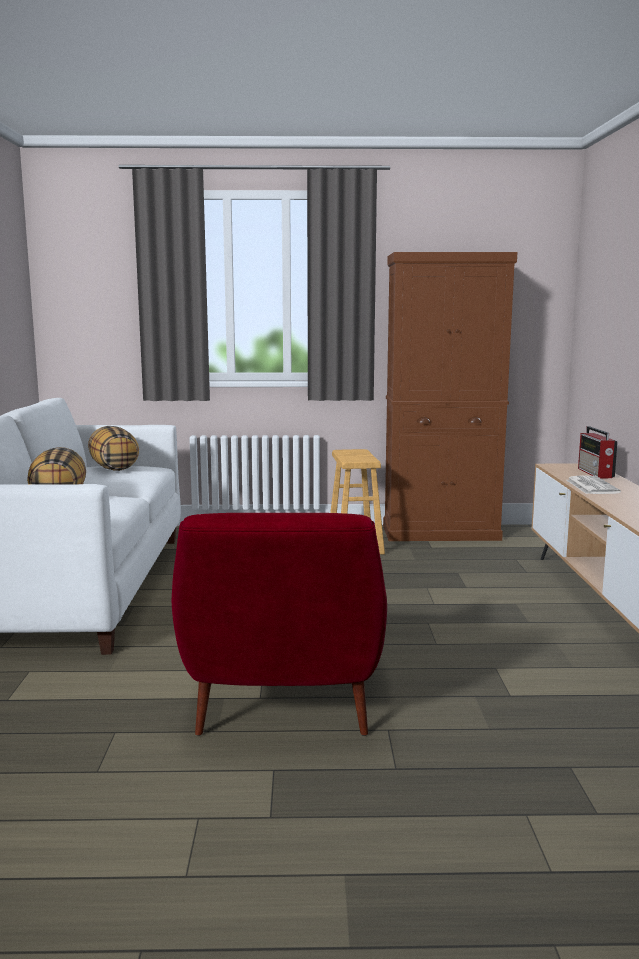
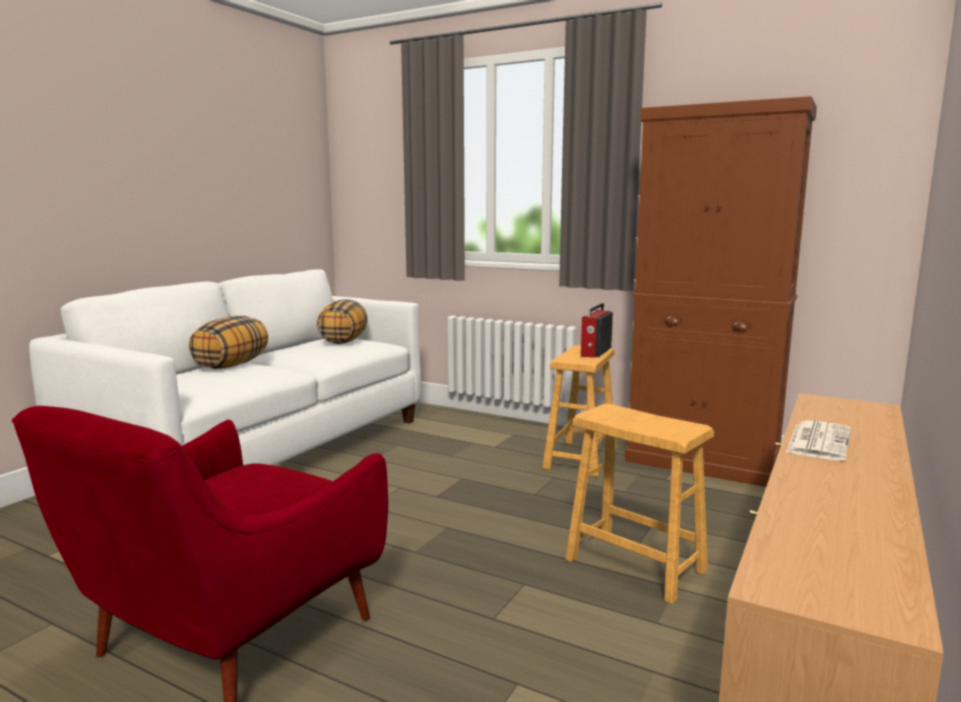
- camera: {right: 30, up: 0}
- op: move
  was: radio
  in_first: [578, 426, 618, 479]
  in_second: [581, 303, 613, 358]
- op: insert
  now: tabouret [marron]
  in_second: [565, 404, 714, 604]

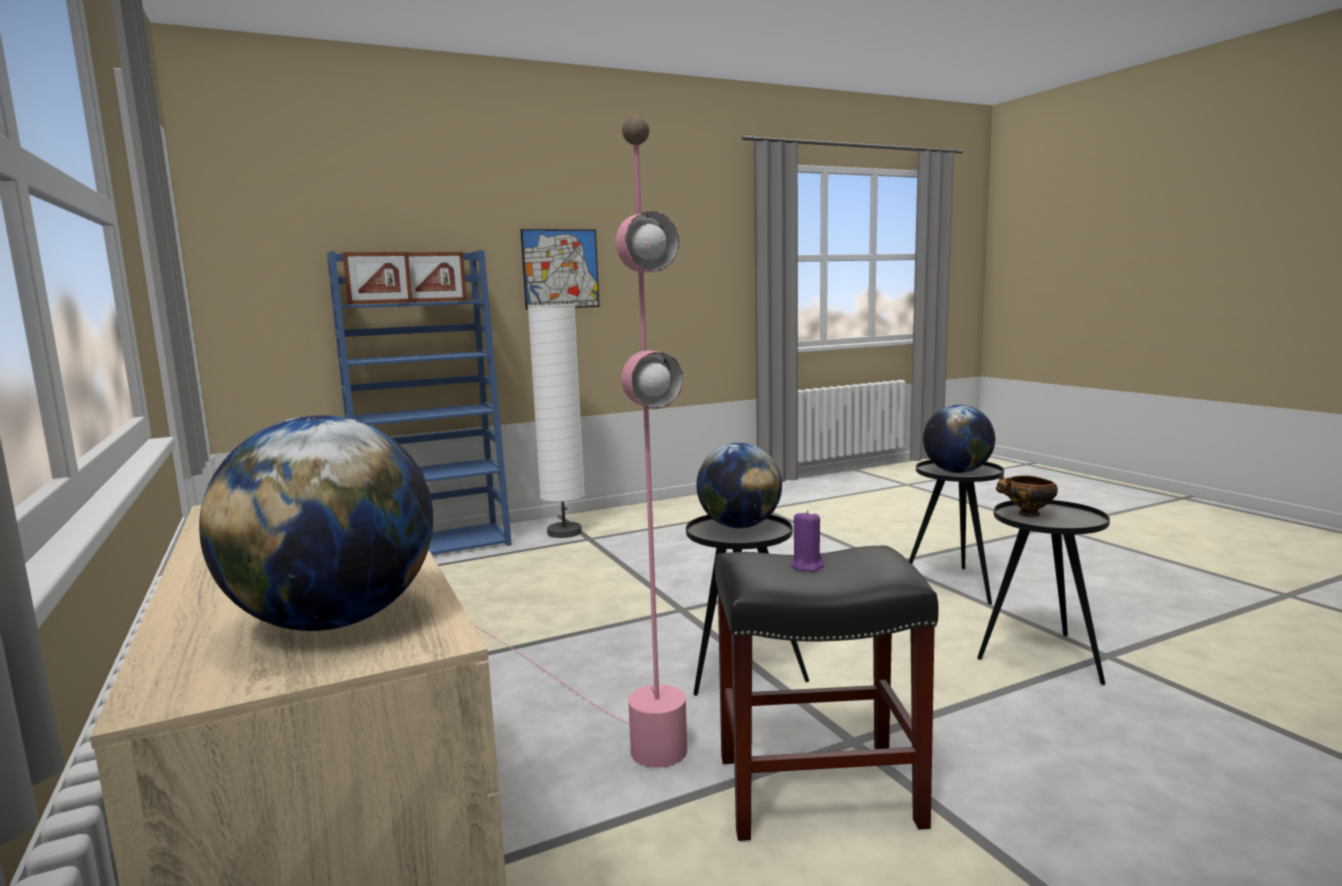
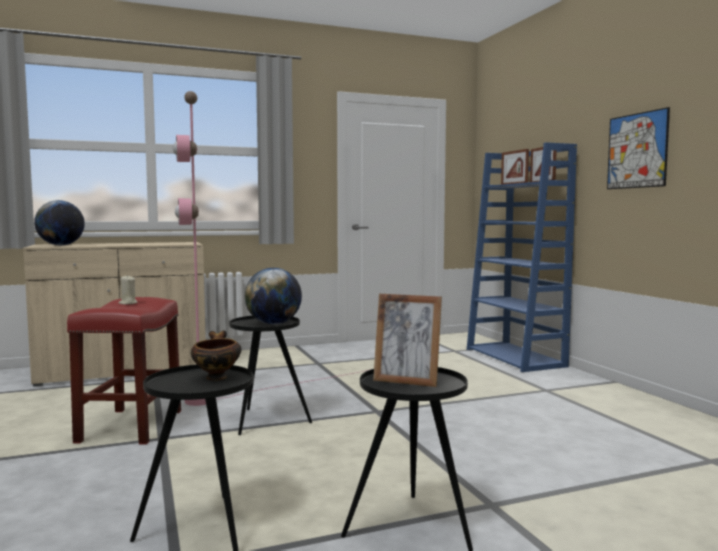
- camera: {right: 95, up: -5}
- op: delete
  was: lampadaire [blanc]
  in_first: [528, 304, 585, 538]
- op: recolor
  was: tabouret [noir]
  now: tabouret [rouge]
  in_first: [715, 546, 939, 841]
  in_second: [67, 297, 181, 445]
- op: recolor
  was: bougie [violet]
  now: bougie [beige]
  in_first: [790, 510, 824, 572]
  in_second: [119, 275, 138, 305]
- op: replace
  was: globe
  now: cadre photo
  in_first: [923, 405, 995, 473]
  in_second: [373, 294, 442, 387]

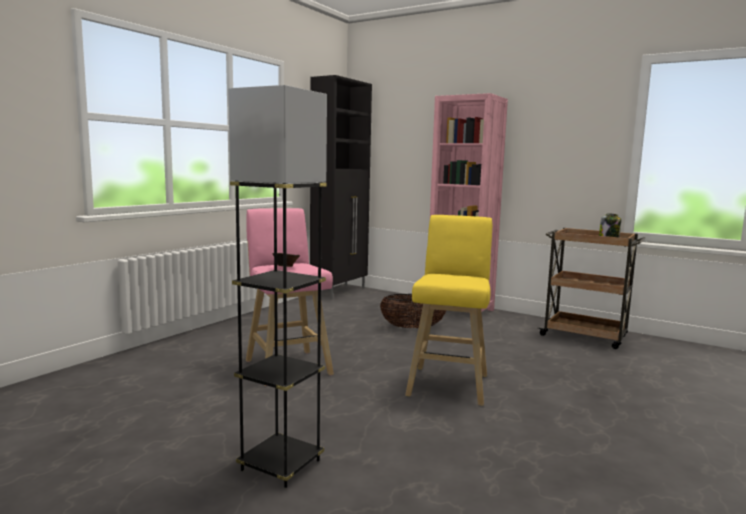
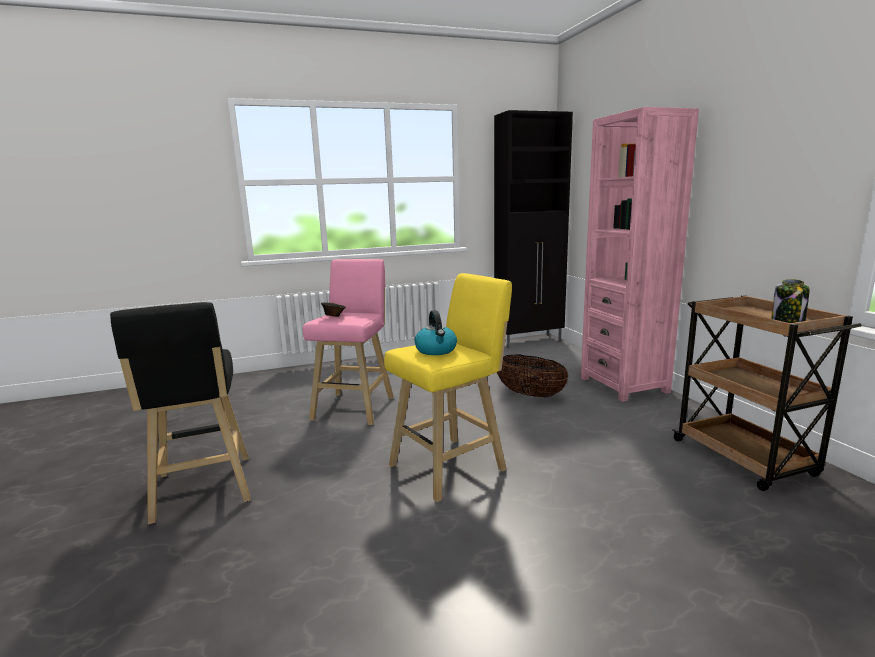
- camera: {right: 40, up: 5}
- op: replace
  was: lampadaire [gris]
  now: tabouret [noir]
  in_first: [228, 85, 327, 488]
  in_second: [110, 302, 251, 524]
- op: insert
  now: bouilloire
  in_second: [415, 310, 457, 355]

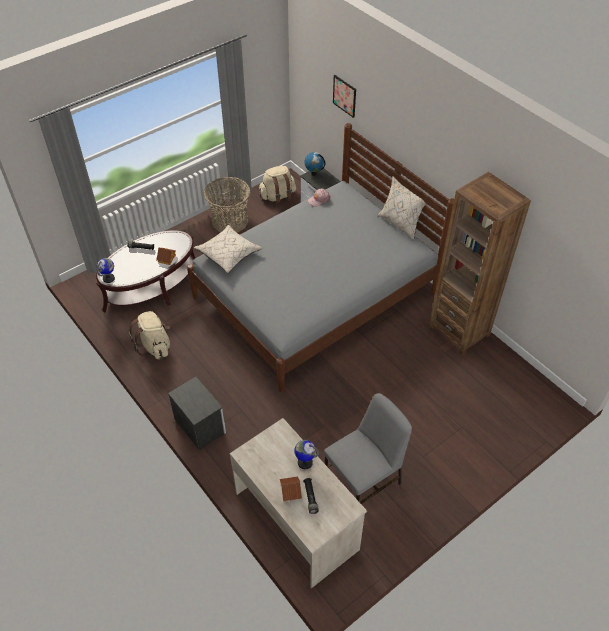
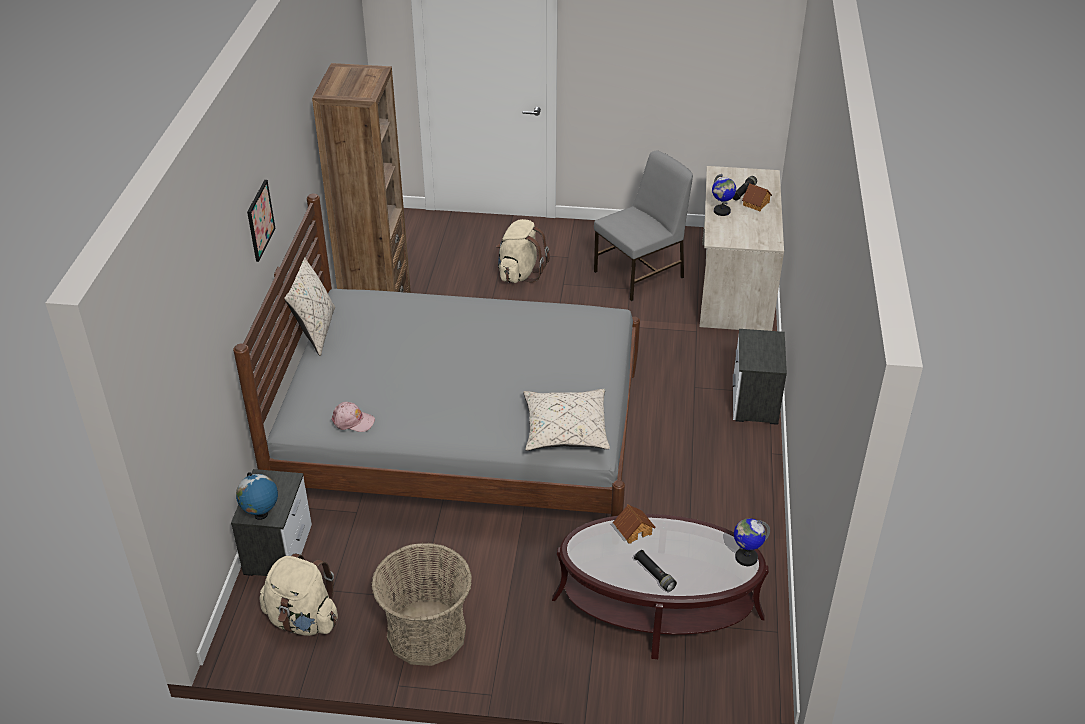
- camera: {right: -135, up: -10}
- op: move
  was: sac à dos [beige]
  in_first: [129, 311, 170, 359]
  in_second: [496, 219, 550, 283]
- op: rotate
  was: chaise [gris]
  in_first: [324, 393, 412, 504]
  in_second: [594, 150, 693, 301]
  clockwise: 135
- op: move
  was: tableau
  in_first: [333, 75, 356, 118]
  in_second: [247, 180, 275, 262]

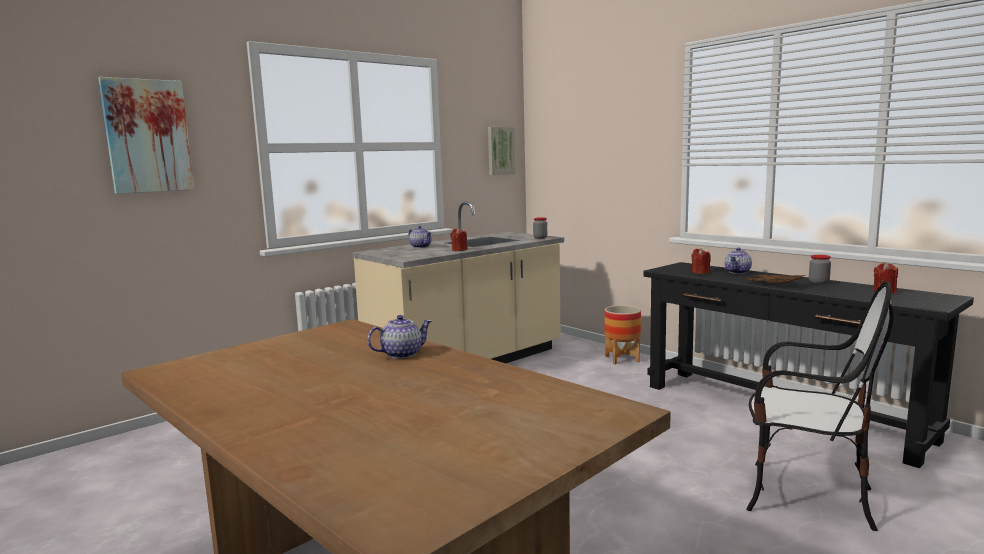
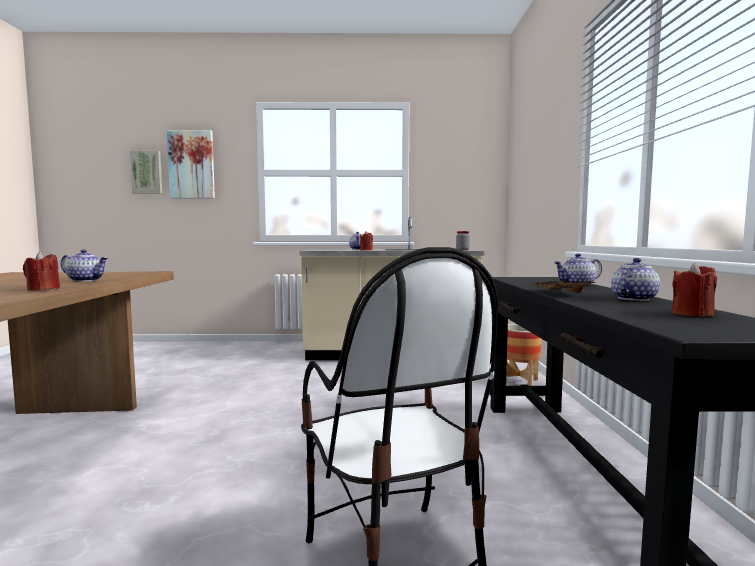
- camera: {right: 40, up: -5}
- op: move
  was: tableau
  in_first: [488, 127, 516, 175]
  in_second: [130, 150, 162, 194]
- op: move
  was: bougie [rouge]
  in_first: [691, 248, 711, 274]
  in_second: [23, 252, 60, 291]
- op: replace
  was: bocal
  now: théière
  in_first: [809, 255, 831, 284]
  in_second: [611, 258, 660, 301]

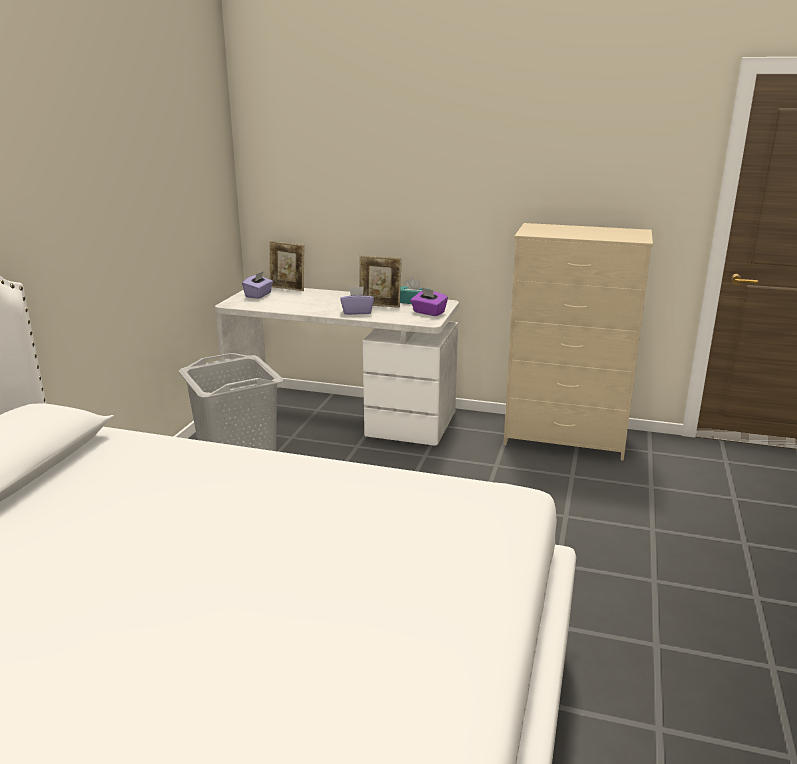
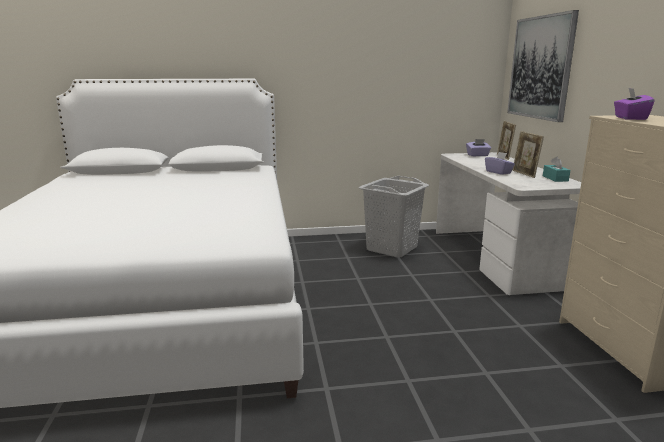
- camera: {right: 65, up: -5}
- op: move
  was: boîte à mouchoirs [violet]
  in_first: [411, 288, 448, 316]
  in_second: [614, 88, 654, 120]
- op: insert
  now: tableau
  in_second: [507, 10, 579, 122]

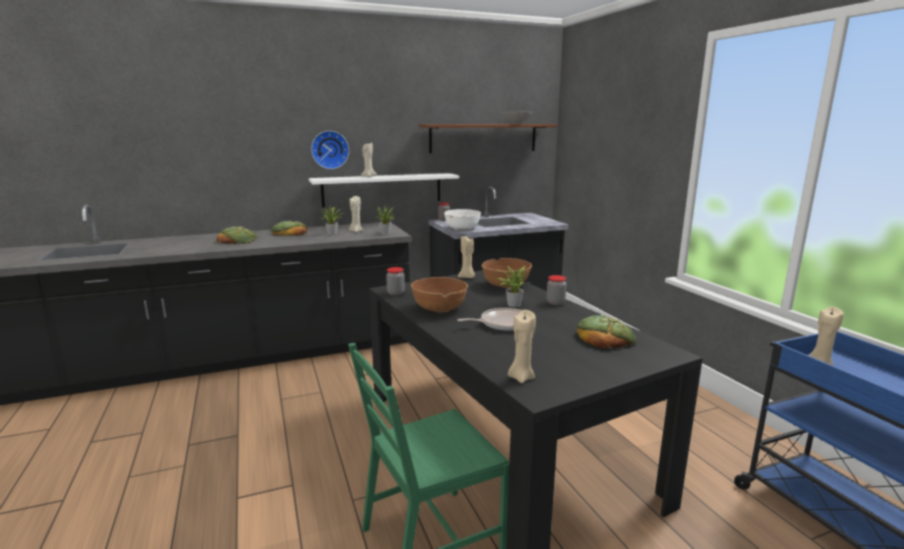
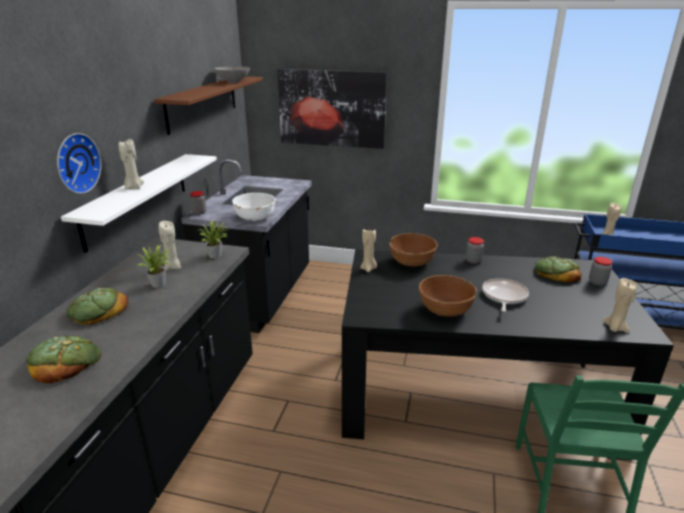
- camera: {right: -55, up: 10}
- op: move
  was: bocal
  in_first: [386, 267, 405, 296]
  in_second: [589, 257, 613, 286]
- op: delete
  was: plante en pot
  in_first: [497, 266, 529, 307]
- op: insert
  now: tableau
  in_second: [277, 69, 387, 149]

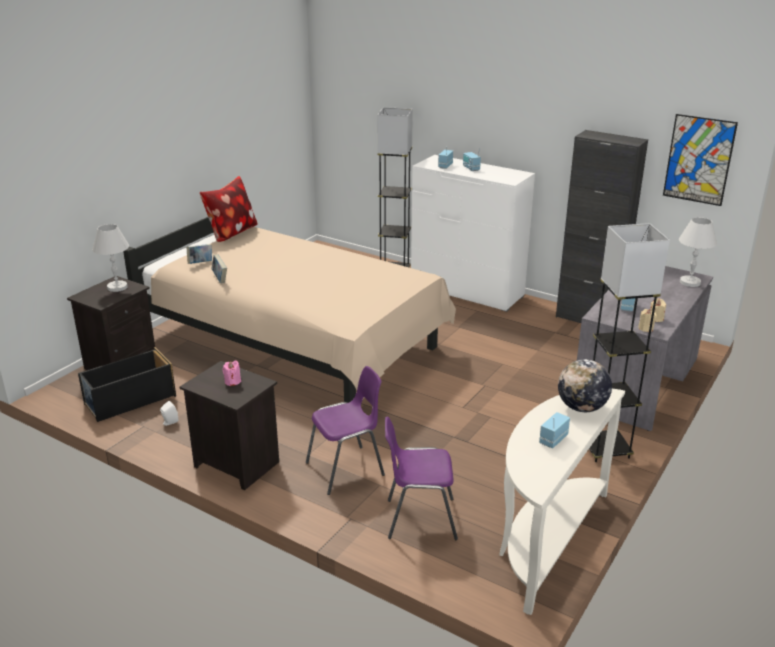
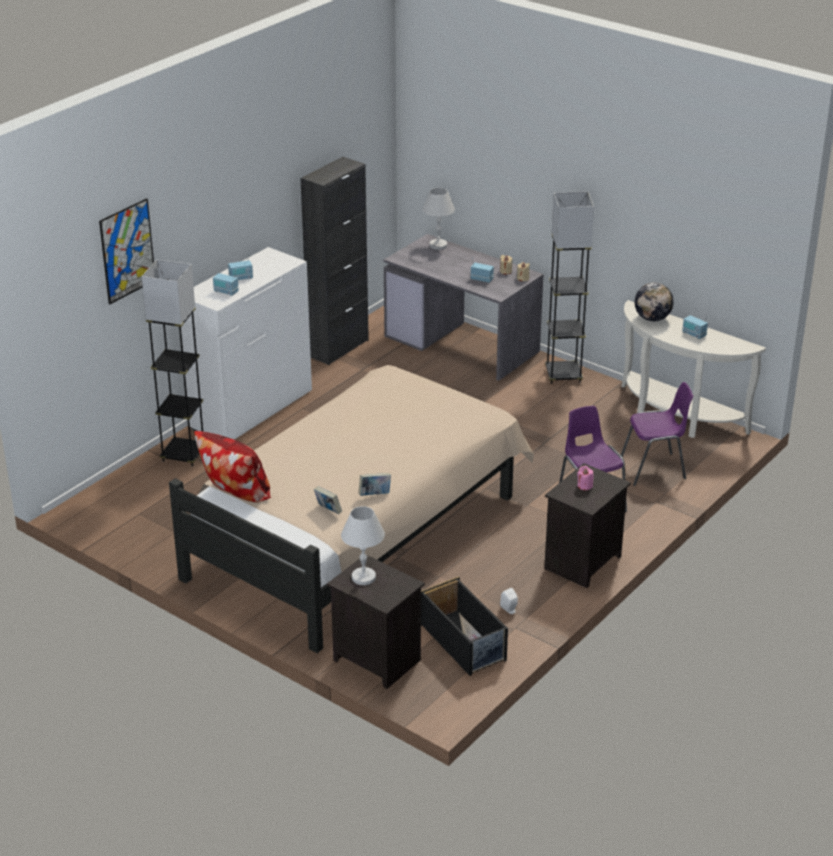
- camera: {right: -85, up: 5}
- op: rotate
  was: chaise [violet]
  in_first: [385, 417, 458, 540]
  in_second: [621, 382, 693, 486]
  clockwise: -105
- op: move
  was: tableau
  in_first: [663, 114, 738, 206]
  in_second: [99, 198, 154, 304]

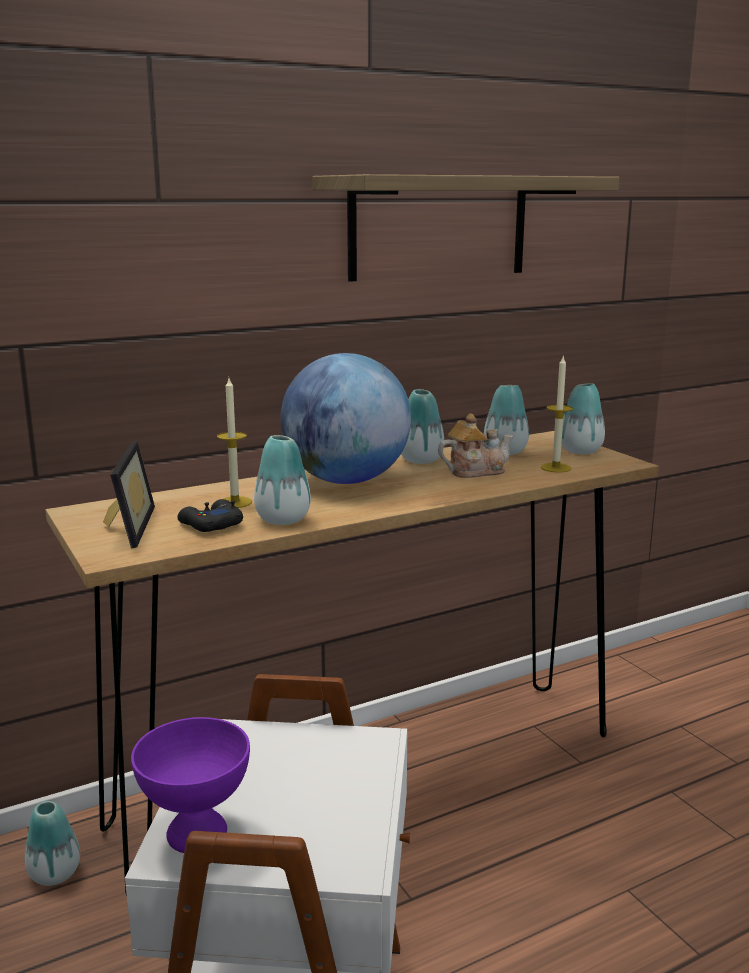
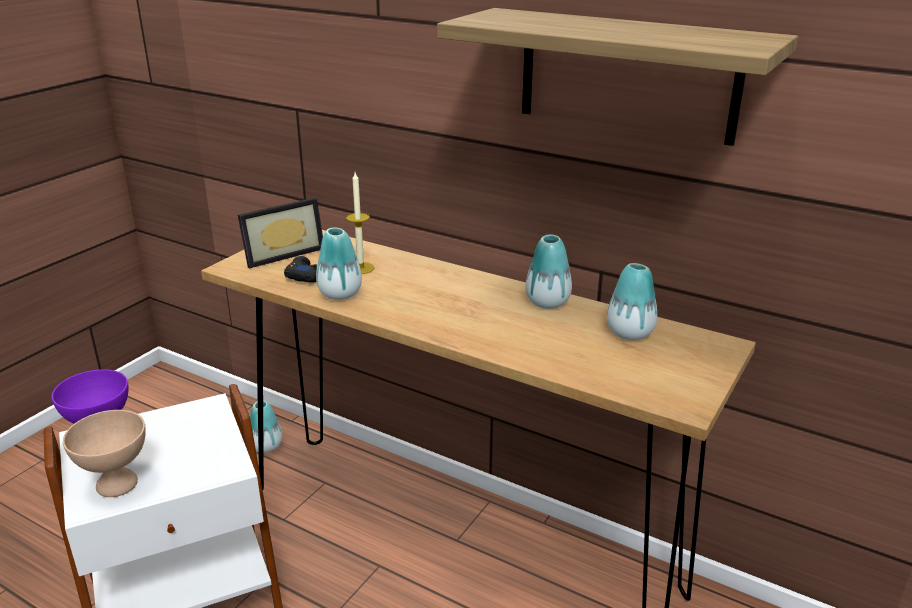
- camera: {right: 60, up: 10}
- op: delete
  was: globe
  in_first: [280, 353, 411, 484]
- op: delete
  was: théière
  in_first: [438, 413, 514, 478]
- op: delete
  was: bougie
  in_first: [541, 357, 573, 472]
- op: delete
  was: vase
  in_first: [561, 383, 605, 454]
- op: insert
  now: bol [beige]
  in_second: [63, 410, 146, 497]

